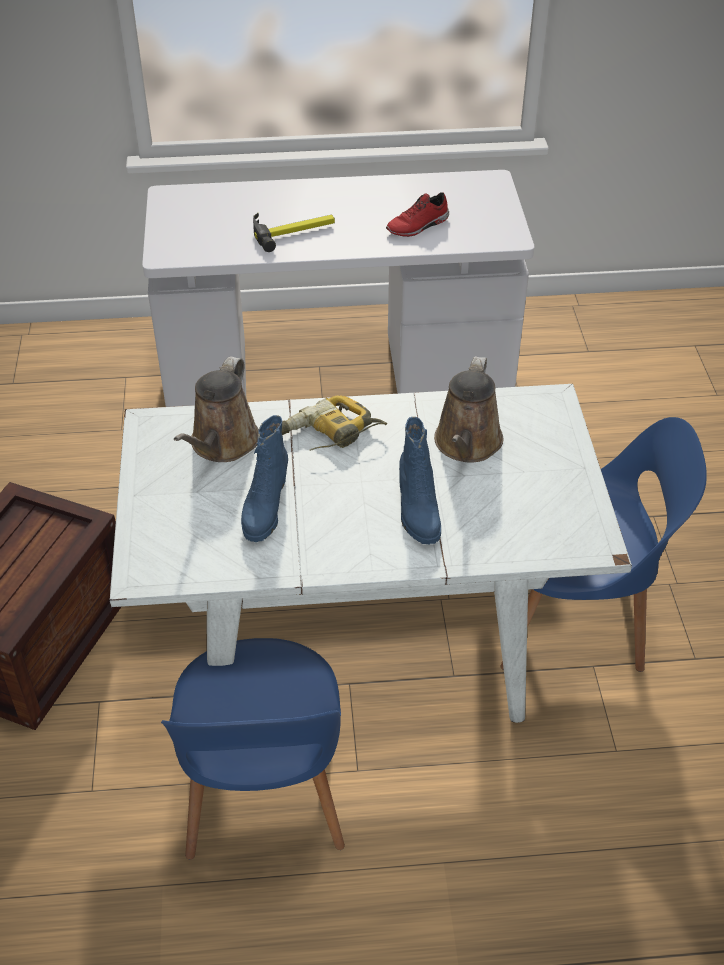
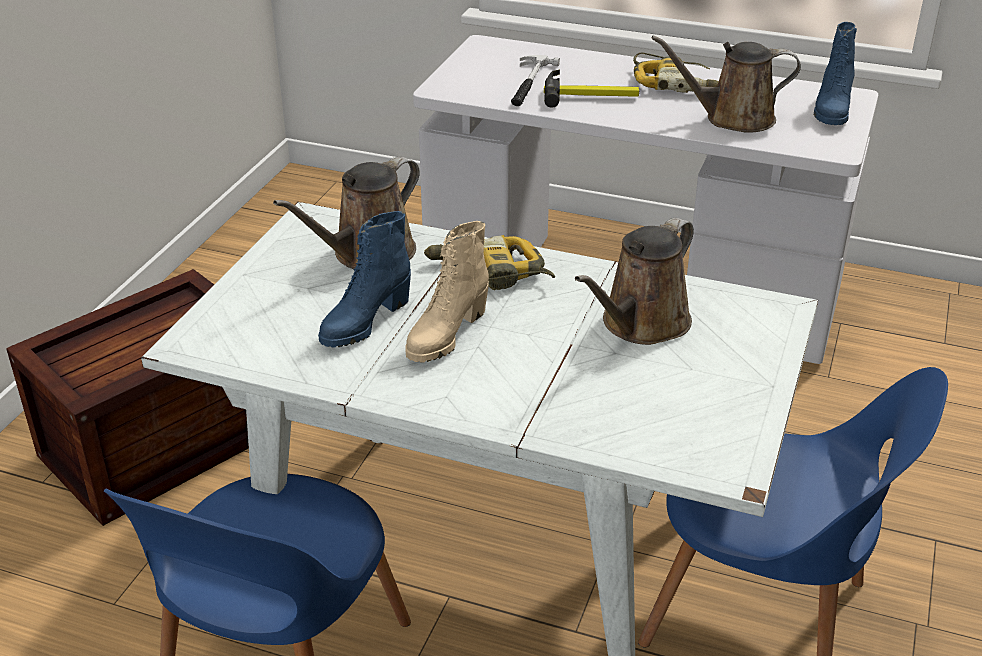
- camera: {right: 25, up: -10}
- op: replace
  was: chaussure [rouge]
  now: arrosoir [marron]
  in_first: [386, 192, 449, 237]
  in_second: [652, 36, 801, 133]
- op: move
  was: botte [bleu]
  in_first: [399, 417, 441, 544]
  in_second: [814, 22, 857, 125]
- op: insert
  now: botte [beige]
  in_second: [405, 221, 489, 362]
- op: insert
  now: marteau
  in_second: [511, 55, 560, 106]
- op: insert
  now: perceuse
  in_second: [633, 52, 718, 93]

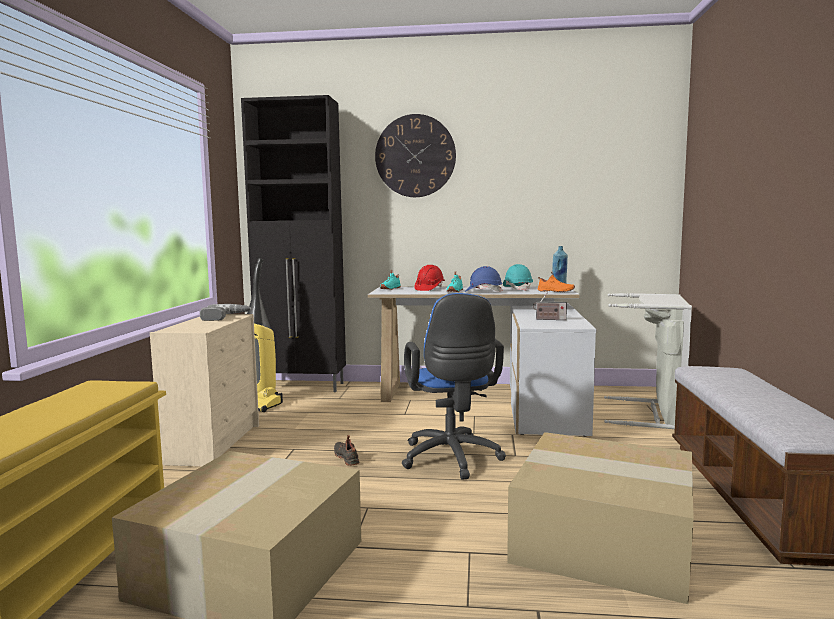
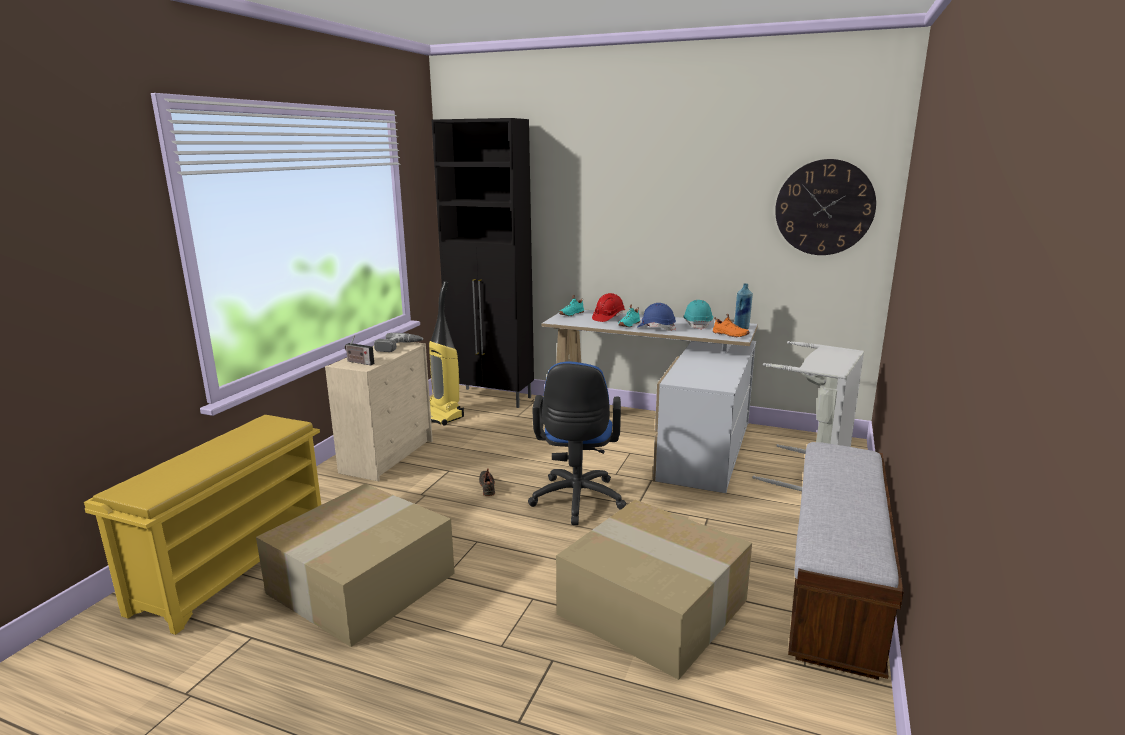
- camera: {right: 15, up: 10}
- op: move
  was: horloge murale
  in_first: [375, 114, 456, 197]
  in_second: [775, 159, 876, 255]
- op: move
  was: radio
  in_first: [533, 293, 567, 320]
  in_second: [345, 335, 374, 365]

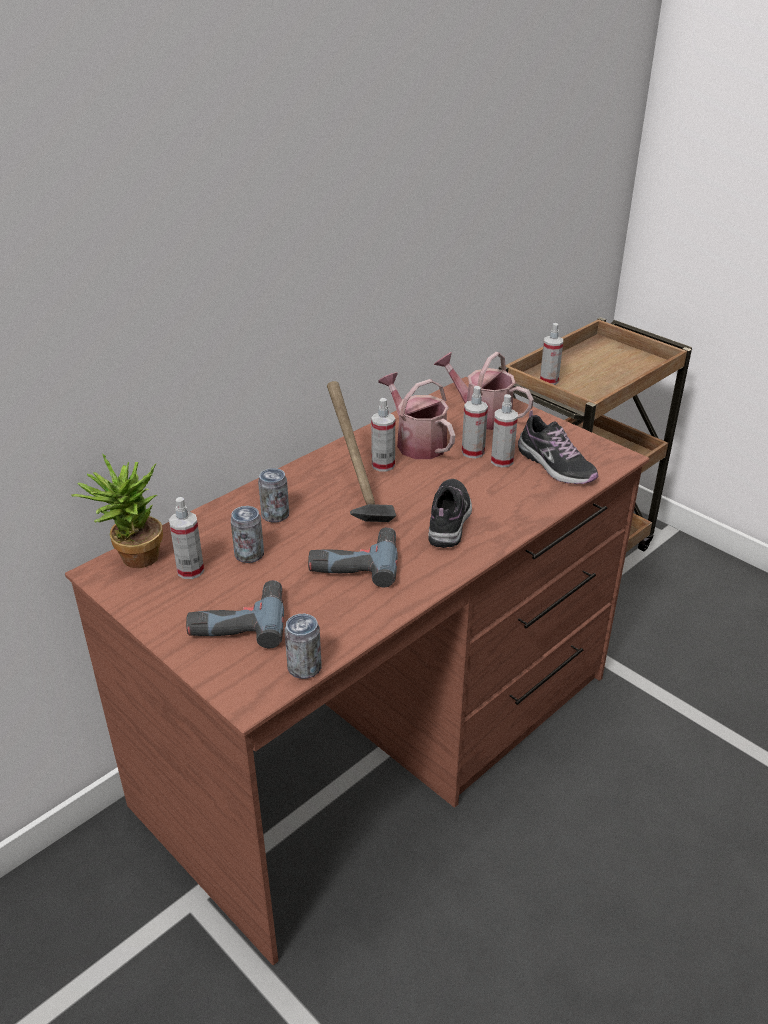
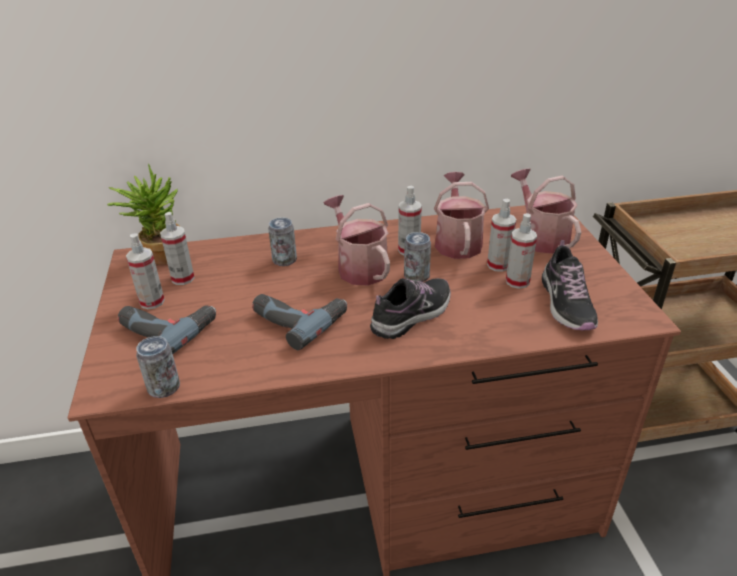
- camera: {right: 35, up: 0}
- op: move
  was: boîte métallique
  in_first: [231, 506, 264, 563]
  in_second: [404, 232, 431, 282]
- op: replace
  was: marteau
  now: arrosoir
  in_first: [327, 381, 396, 522]
  in_second: [324, 195, 390, 286]
- op: move
  was: vaporisateur
  in_first: [540, 323, 563, 385]
  in_second: [126, 233, 165, 309]

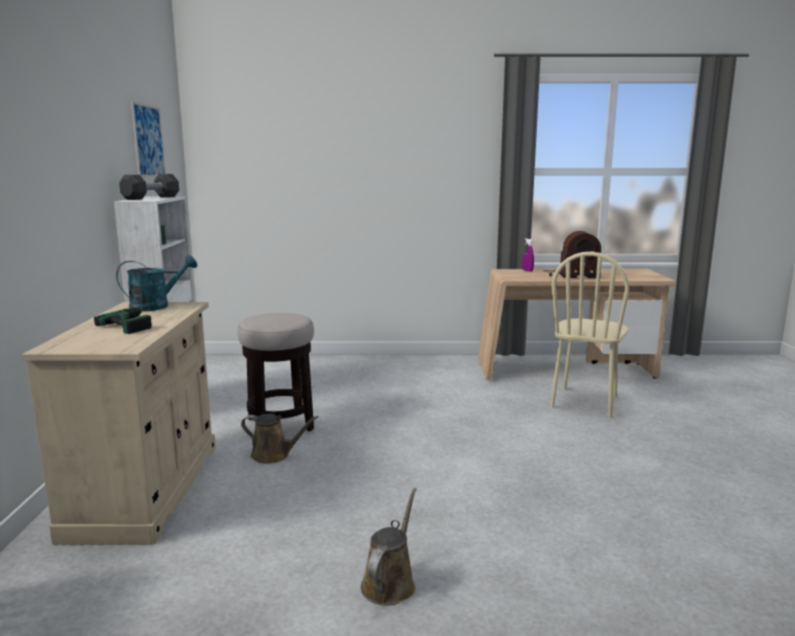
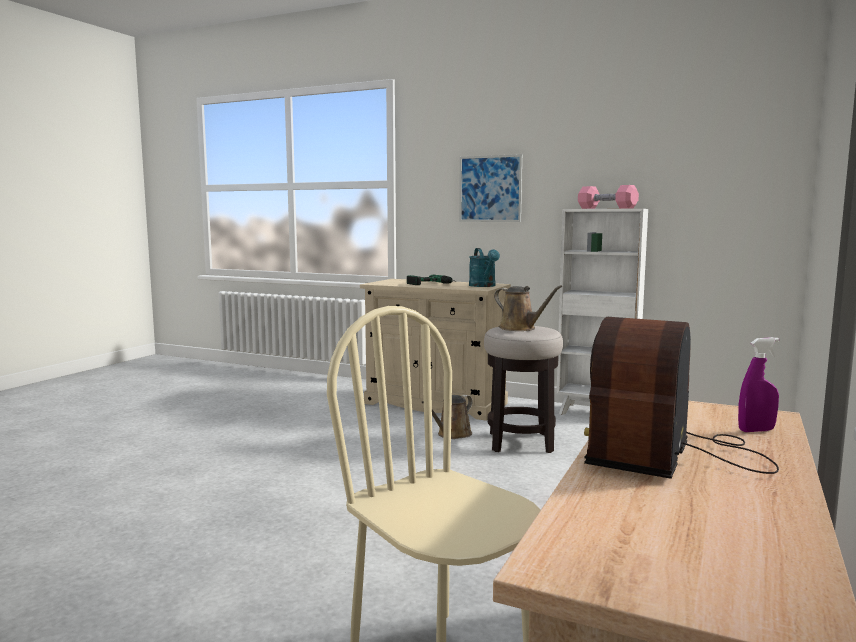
- camera: {right: 115, up: -5}
- op: recolor
  was: haltère [noir]
  now: haltère [rose]
  in_first: [119, 174, 179, 200]
  in_second: [578, 185, 639, 209]
- op: move
  was: tableau
  in_first: [131, 101, 166, 178]
  in_second: [459, 154, 522, 222]
- op: move
  was: arrosoir [marron]
  in_first: [361, 488, 416, 606]
  in_second: [494, 285, 562, 331]

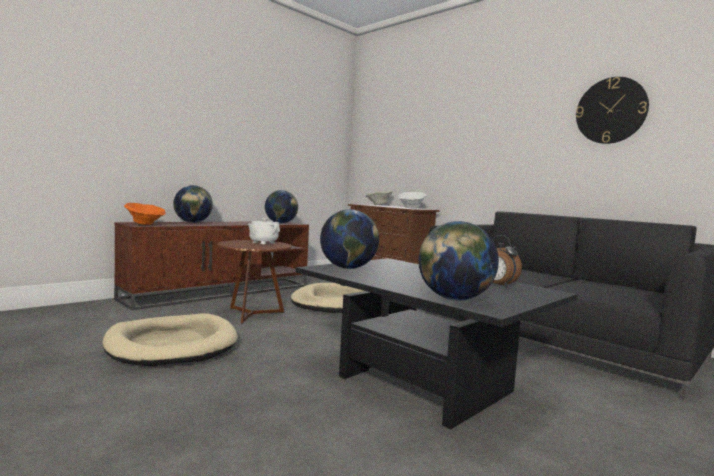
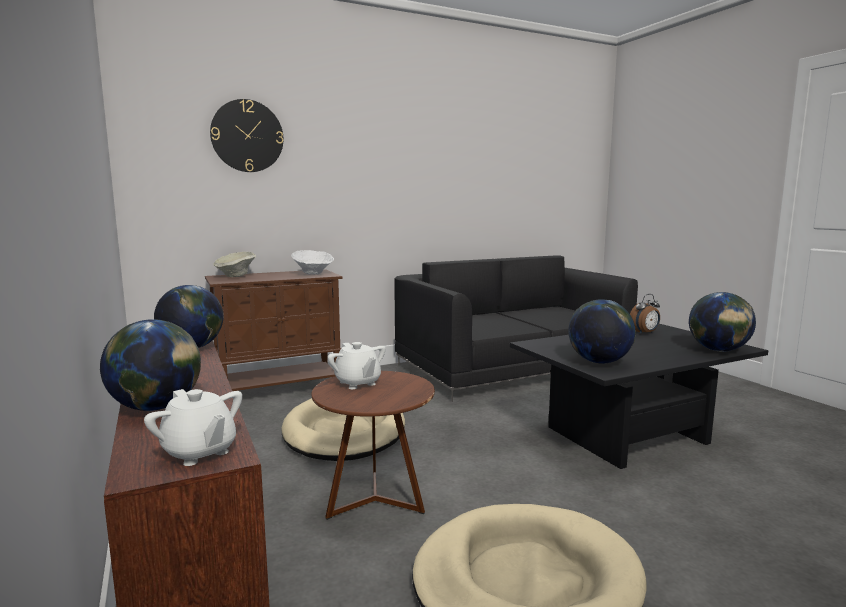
- camera: {right: -70, up: 5}
- op: replace
  was: bol [orange]
  now: théière [blanc]
  in_first: [124, 203, 166, 225]
  in_second: [144, 389, 242, 466]
- op: move
  was: horloge murale
  in_first: [576, 77, 649, 144]
  in_second: [210, 99, 283, 172]

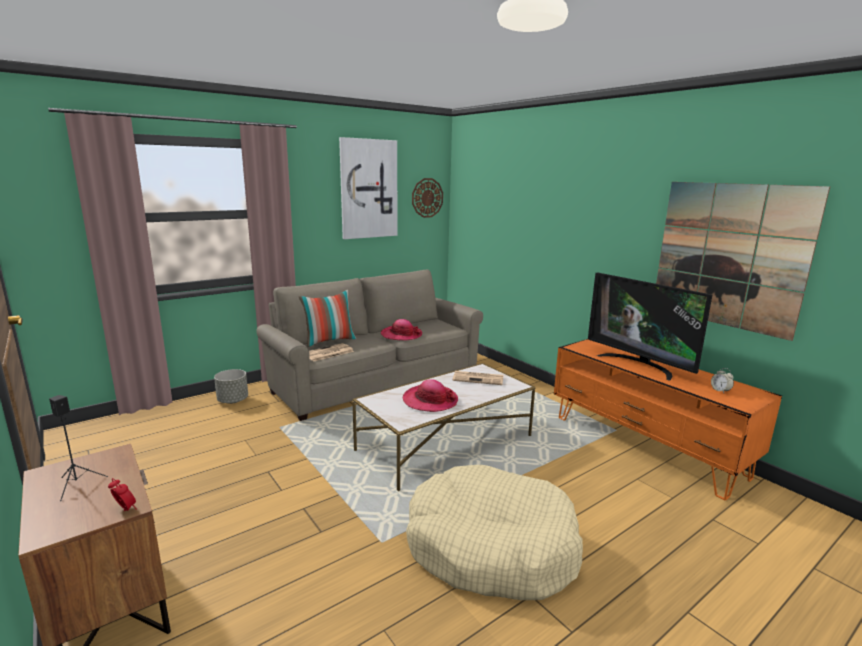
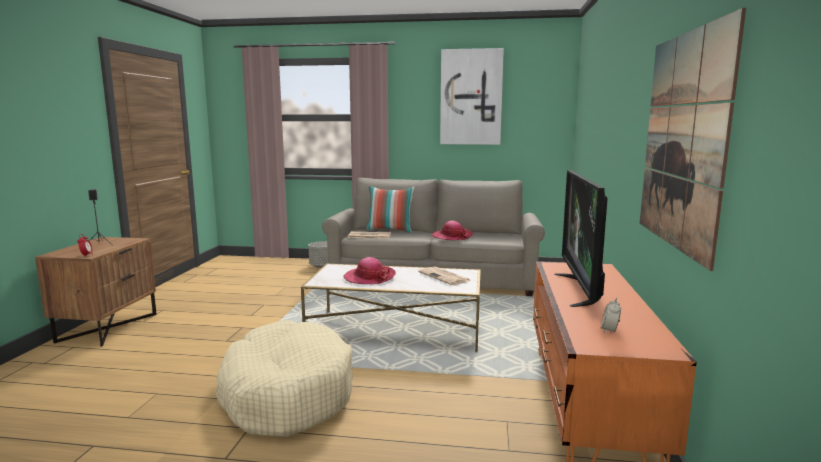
- camera: {right: 45, up: -5}
- op: delete
  was: horloge murale
  in_first: [412, 178, 443, 218]

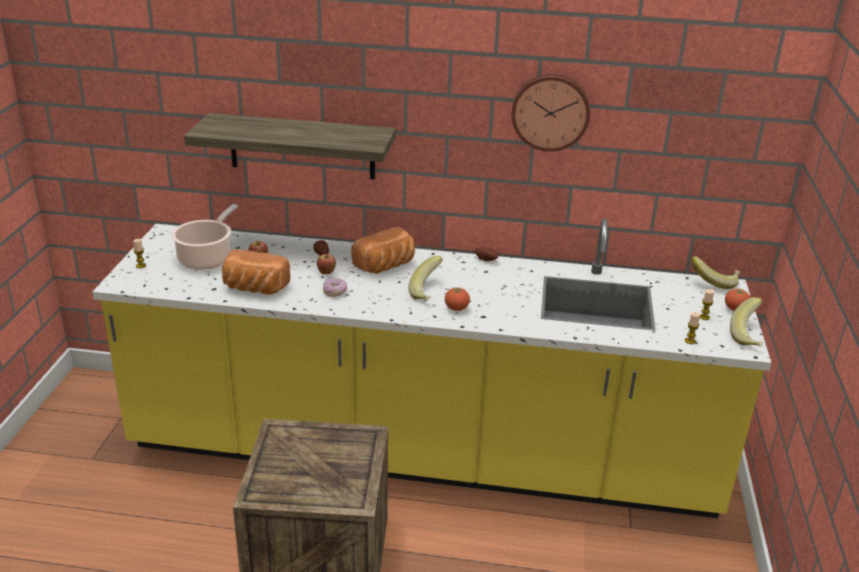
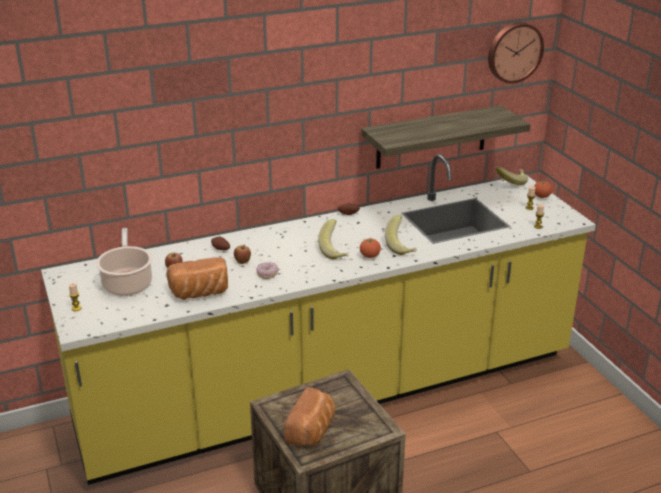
- camera: {right: -30, up: 0}
- op: move
  was: étagère
  in_first: [184, 113, 396, 179]
  in_second: [361, 105, 531, 169]
- op: move
  was: pain
  in_first: [351, 227, 415, 274]
  in_second: [284, 387, 335, 446]
- op: move
  was: horloge murale
  in_first: [512, 74, 590, 152]
  in_second: [488, 22, 544, 84]
- op: move
  was: banane
  in_first: [730, 297, 763, 347]
  in_second: [385, 215, 417, 255]

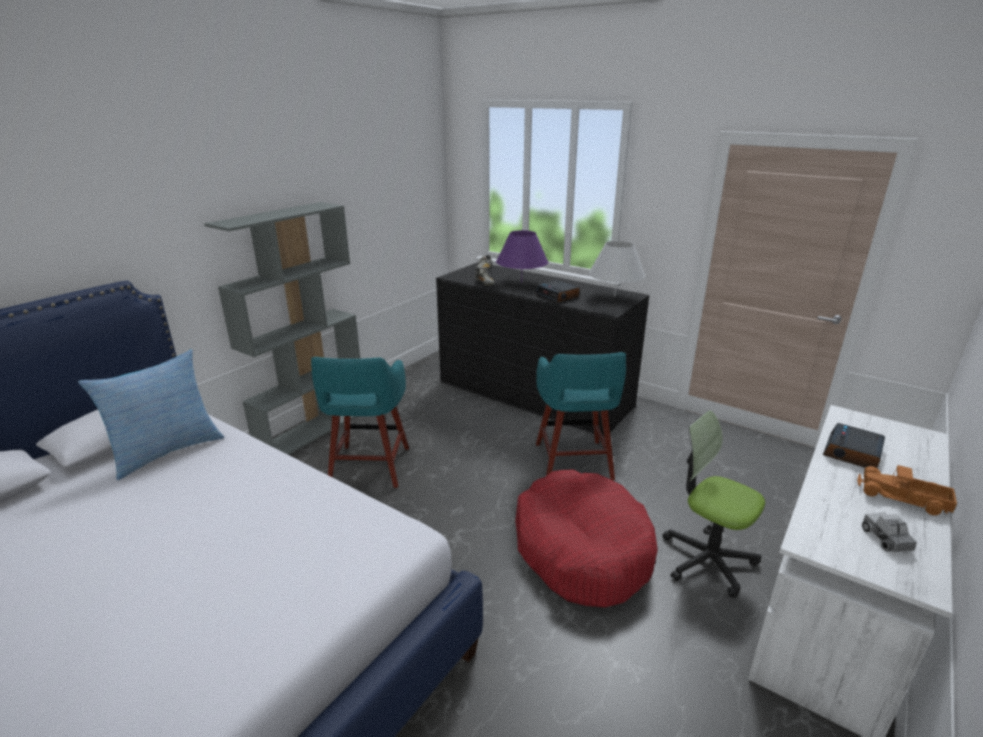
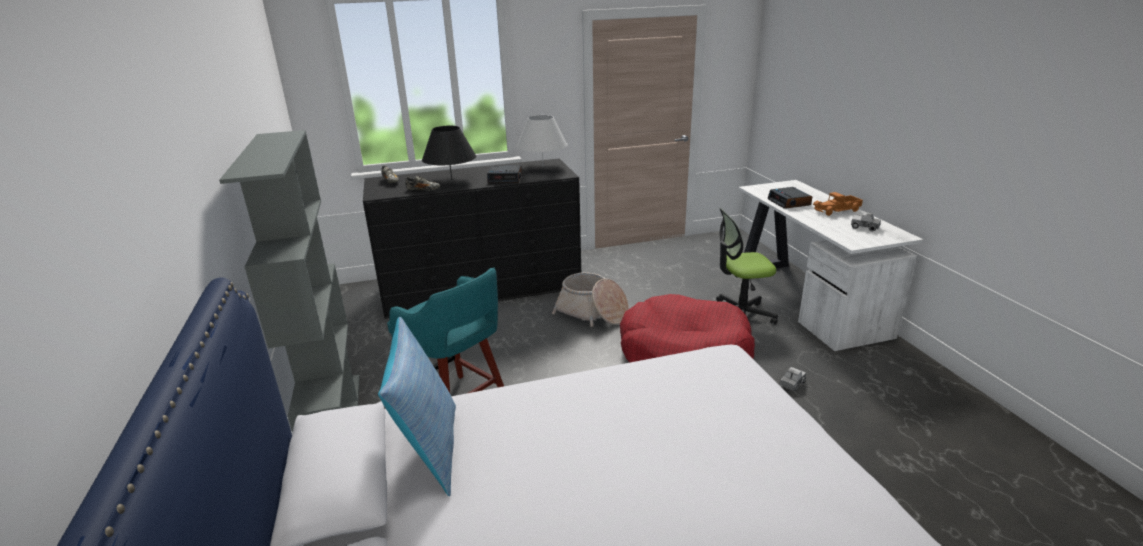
- camera: {right: -50, up: 0}
- op: recolor
  was: lampe de table [violet]
  now: lampe de table [noir]
  in_first: [496, 230, 548, 283]
  in_second: [422, 126, 476, 180]
- op: replace
  was: tabouret [turquoise]
  now: panier
  in_first: [536, 352, 626, 480]
  in_second: [552, 272, 629, 327]
- op: insert
  now: camion jouet
  in_second: [780, 367, 806, 391]

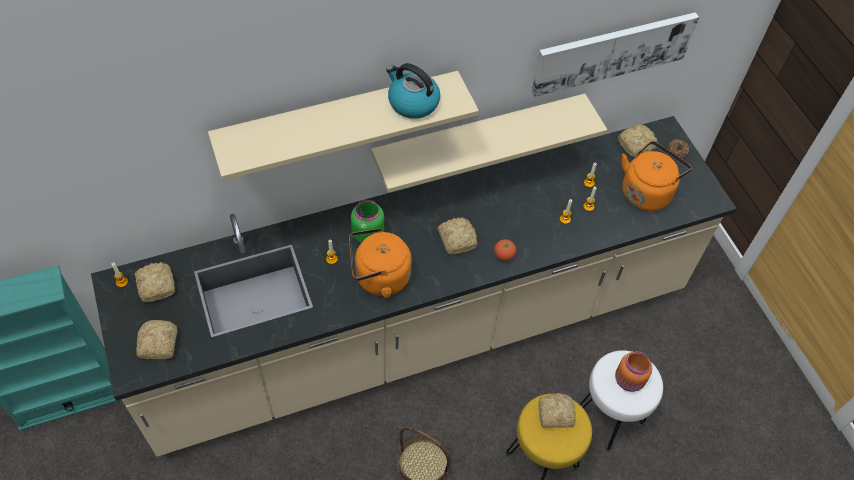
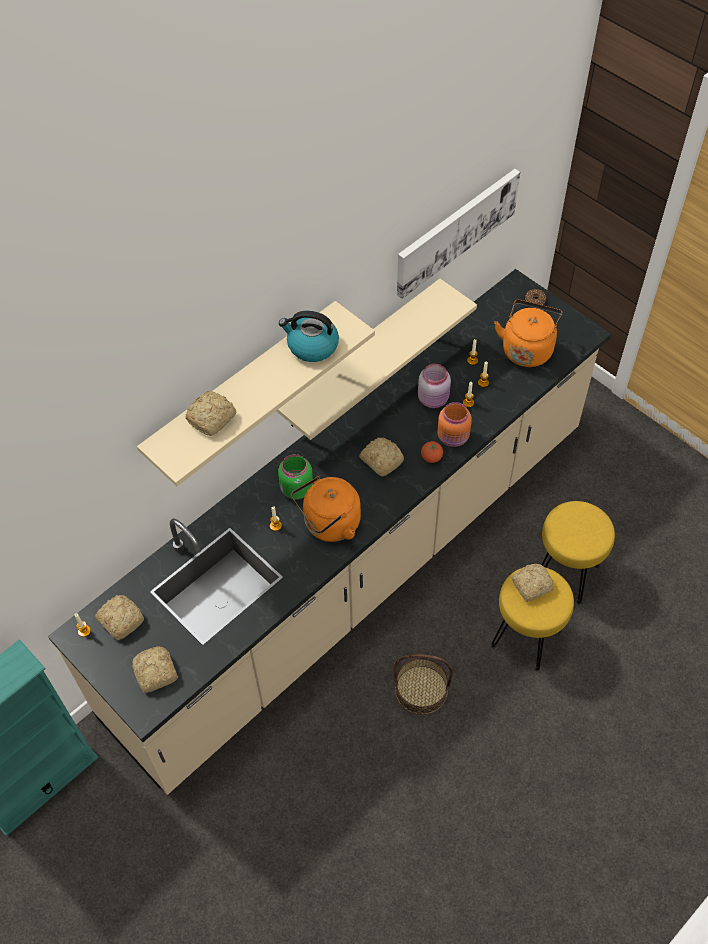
- camera: {right: -20, up: 0}
- op: recolor
  was: tabouret [blanc]
  now: tabouret [jaune]
  in_first: [580, 350, 663, 452]
  in_second: [542, 501, 615, 605]
- op: move
  was: bocal [orange]
  in_first: [615, 352, 652, 392]
  in_second: [437, 402, 472, 447]
- op: move
  was: pain
  in_first: [618, 124, 657, 157]
  in_second: [185, 391, 237, 436]
- op: insert
  now: bocal [rose]
  in_second: [418, 364, 451, 408]

